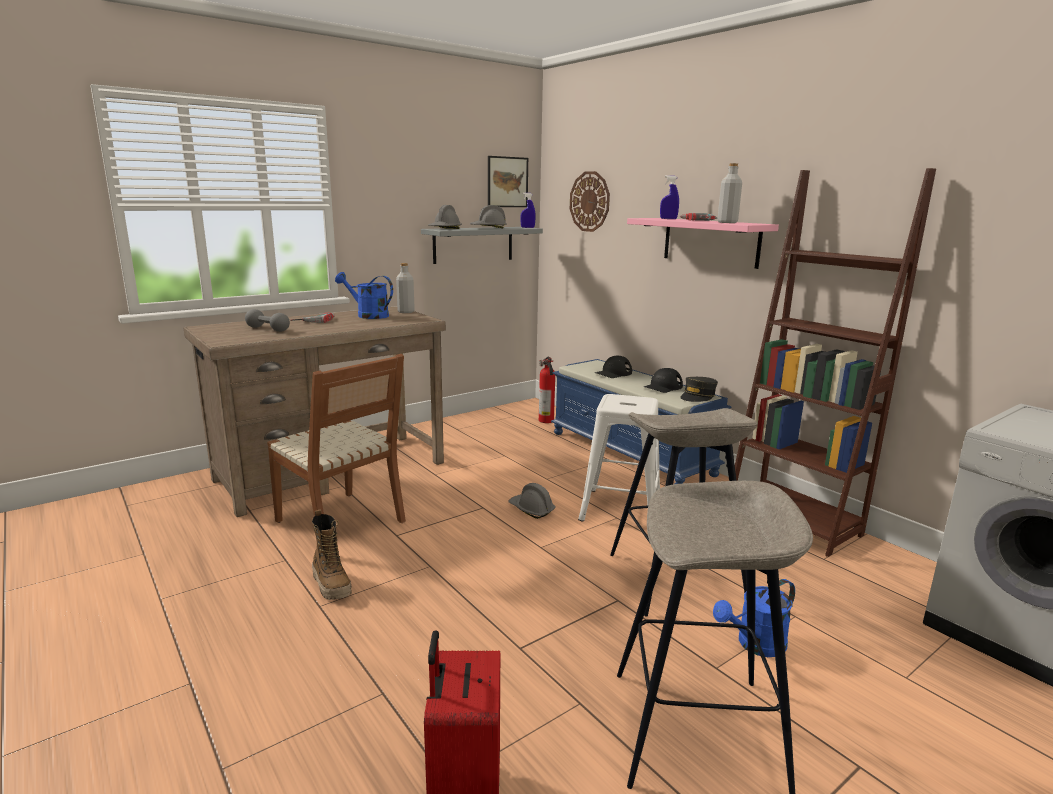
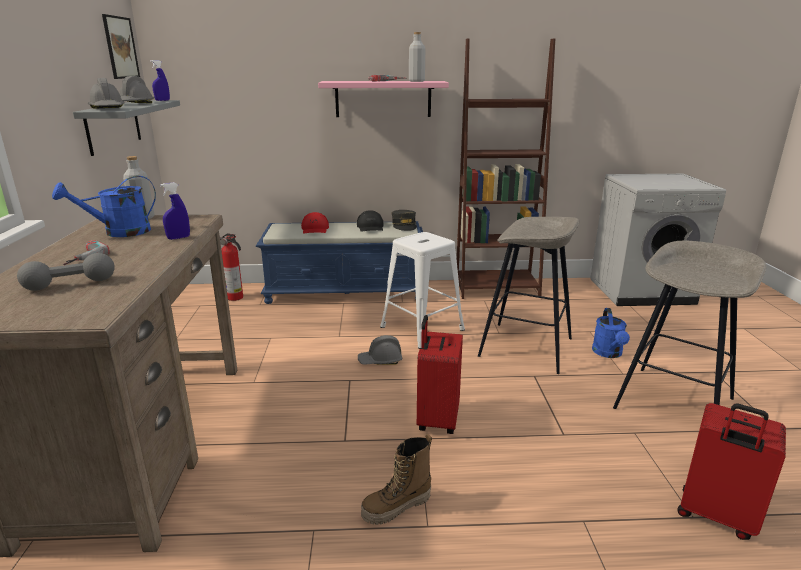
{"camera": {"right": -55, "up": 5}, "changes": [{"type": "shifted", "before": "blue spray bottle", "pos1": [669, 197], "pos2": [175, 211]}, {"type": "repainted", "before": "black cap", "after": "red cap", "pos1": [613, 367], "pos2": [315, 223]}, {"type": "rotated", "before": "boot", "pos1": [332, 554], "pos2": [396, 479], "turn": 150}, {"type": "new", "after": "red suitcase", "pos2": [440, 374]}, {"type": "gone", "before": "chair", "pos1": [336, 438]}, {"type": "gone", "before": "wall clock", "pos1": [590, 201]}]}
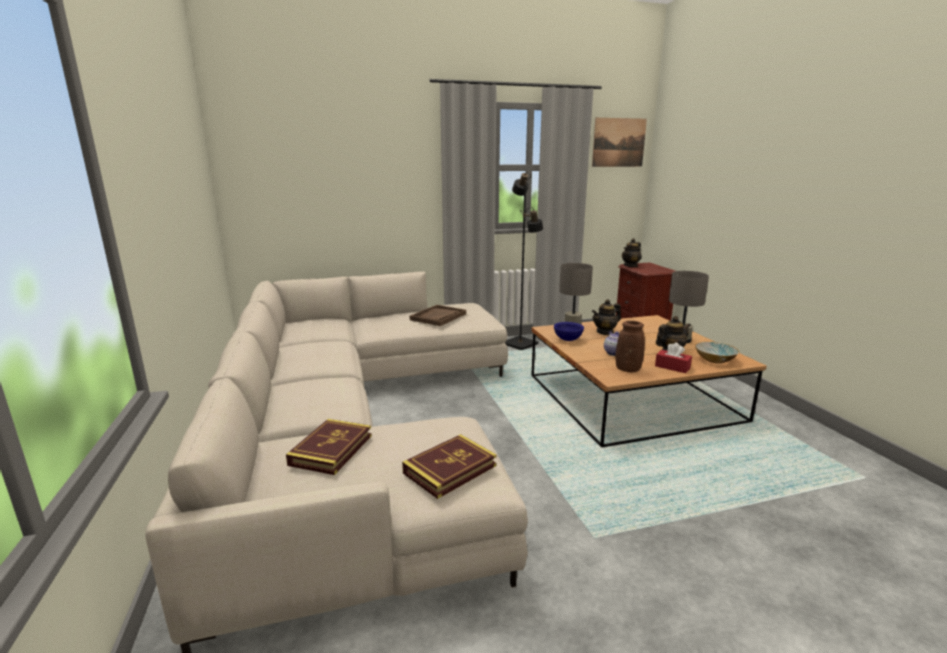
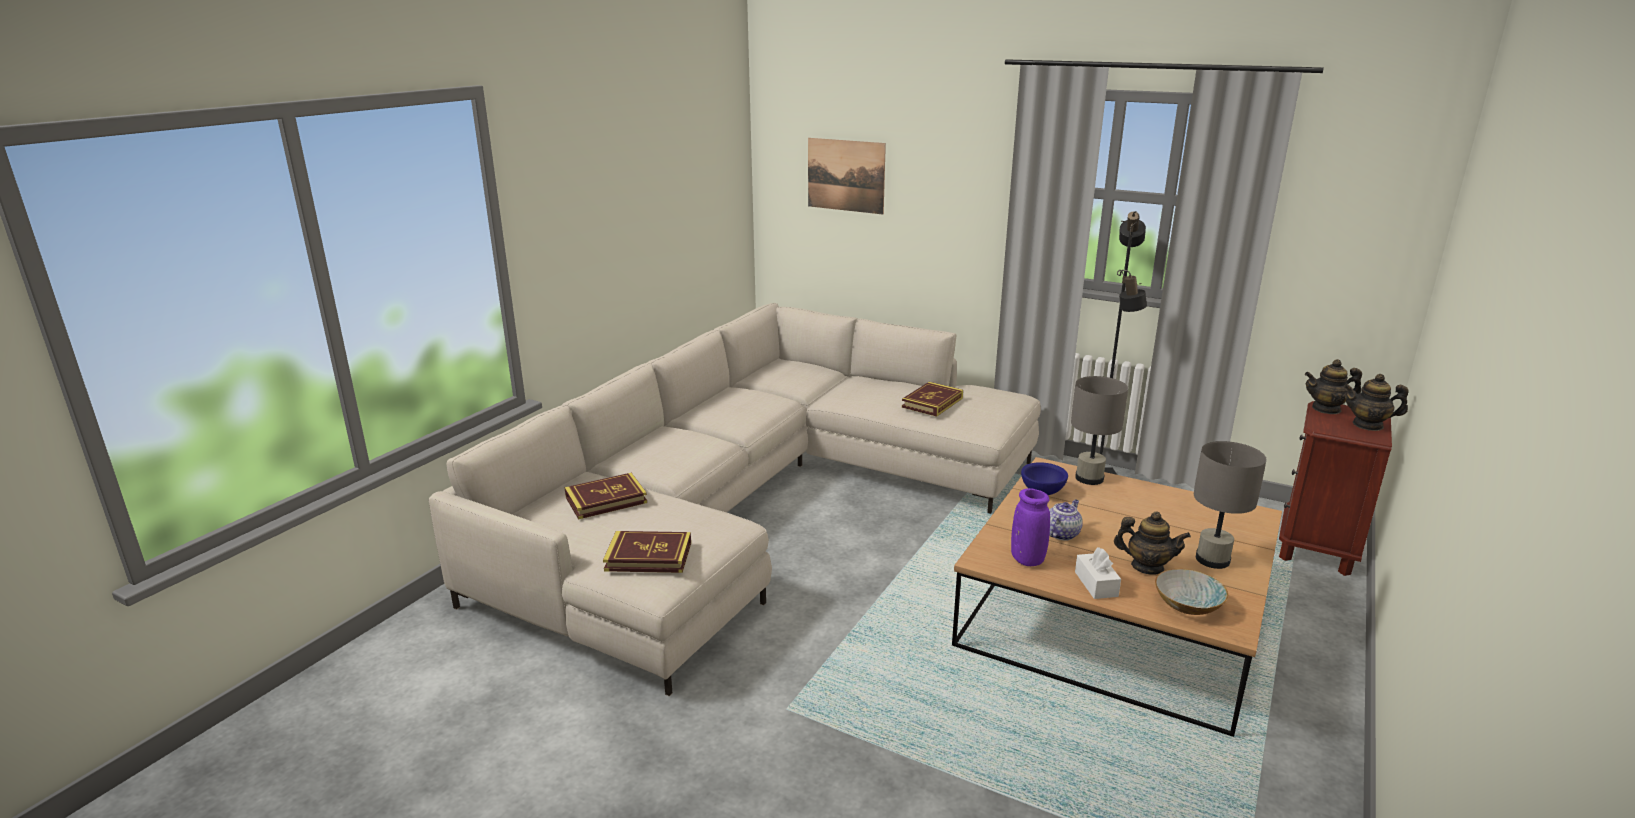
{"camera": {"right": 45, "up": 5}, "changes": [{"type": "shifted", "before": "picture", "pos1": [619, 142], "pos2": [847, 176]}, {"type": "swapped", "before": "brown tray", "after": "book", "pos1": [438, 315], "pos2": [932, 399]}, {"type": "repainted", "before": "brown vase", "after": "purple vase", "pos1": [630, 346], "pos2": [1030, 527]}, {"type": "repainted", "before": "red tissue box", "after": "white tissue box", "pos1": [673, 358], "pos2": [1098, 573]}, {"type": "shifted", "before": "teapot", "pos1": [606, 317], "pos2": [1376, 402]}]}
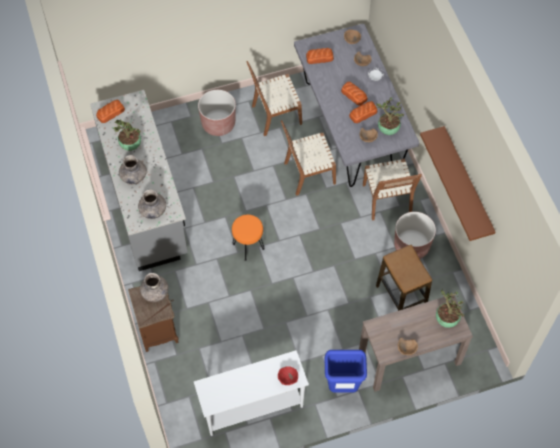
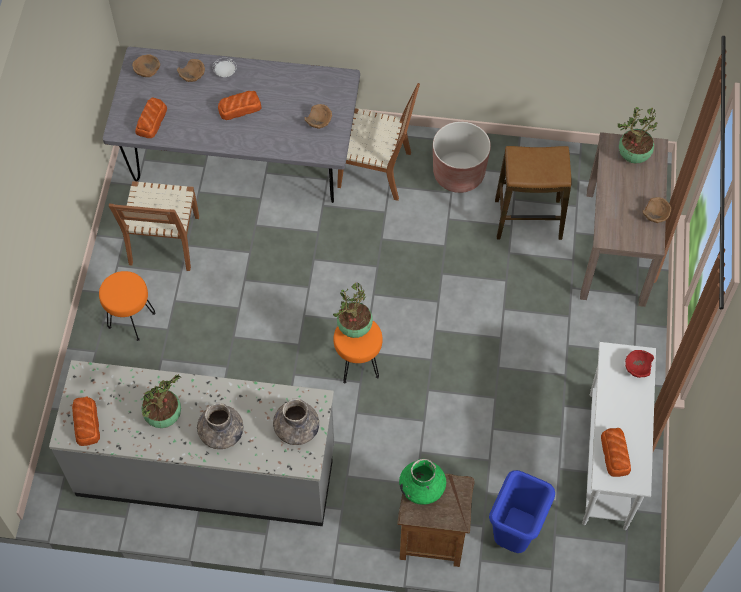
{"camera": {"right": -65, "up": 0}, "changes": [{"type": "swapped", "before": "brown planter", "after": "orange stool", "pos1": [217, 113], "pos2": [127, 306]}, {"type": "shifted", "before": "potted plant", "pos1": [390, 116], "pos2": [352, 310]}, {"type": "repainted", "before": "grey vase", "after": "green vase", "pos1": [154, 287], "pos2": [422, 482]}, {"type": "shifted", "before": "blue trash can", "pos1": [346, 371], "pos2": [522, 511]}, {"type": "shifted", "before": "bread", "pos1": [363, 112], "pos2": [616, 452]}, {"type": "gone", "before": "chair", "pos1": [308, 158]}, {"type": "gone", "before": "brown shelf", "pos1": [457, 183]}]}
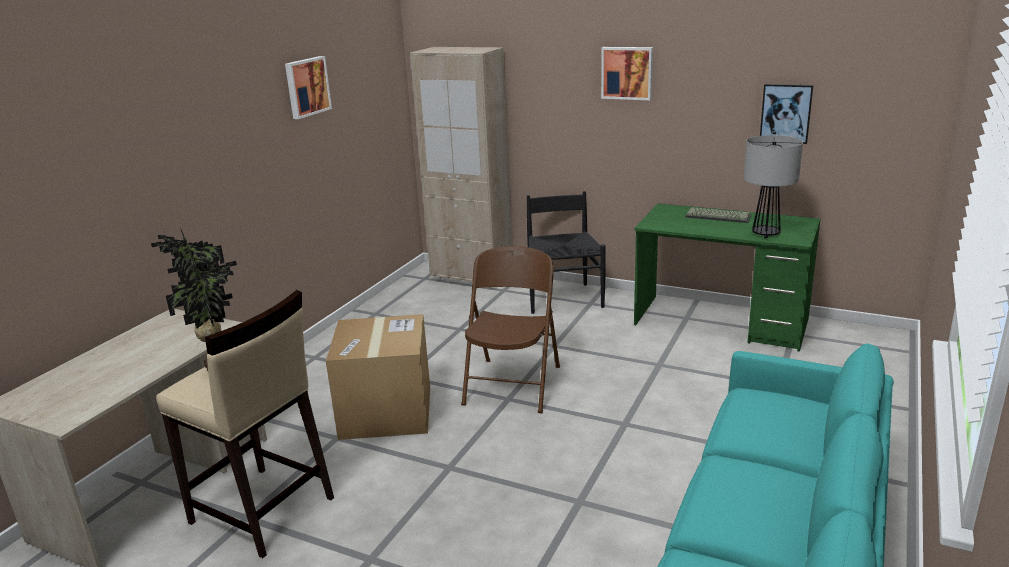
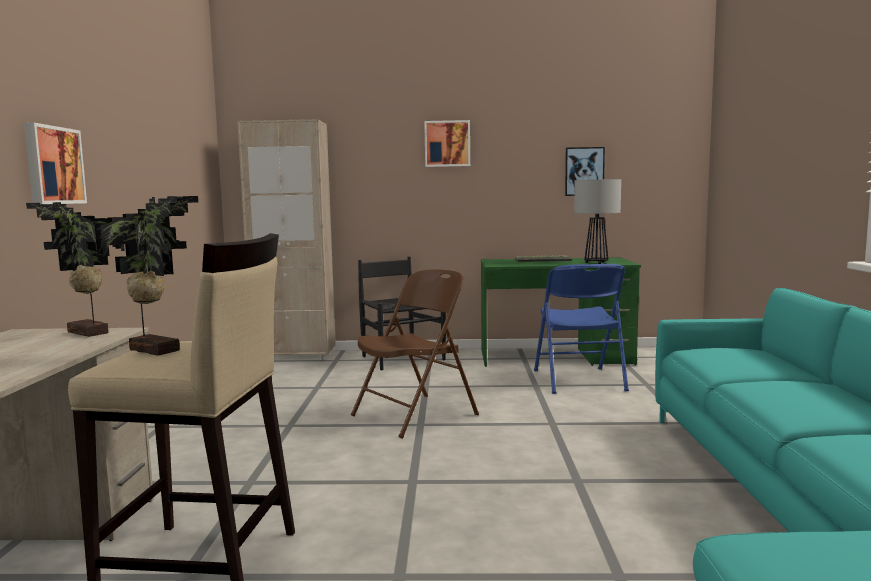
{"camera": {"right": -25, "up": -15}, "changes": [{"type": "shifted", "before": "picture", "pos1": [308, 87], "pos2": [55, 163]}, {"type": "rotated", "before": "brown chair", "pos1": [510, 329], "pos2": [415, 354], "turn": 60}, {"type": "new", "after": "blue chair", "pos2": [581, 329]}, {"type": "gone", "before": "cardboard box", "pos1": [378, 377]}]}
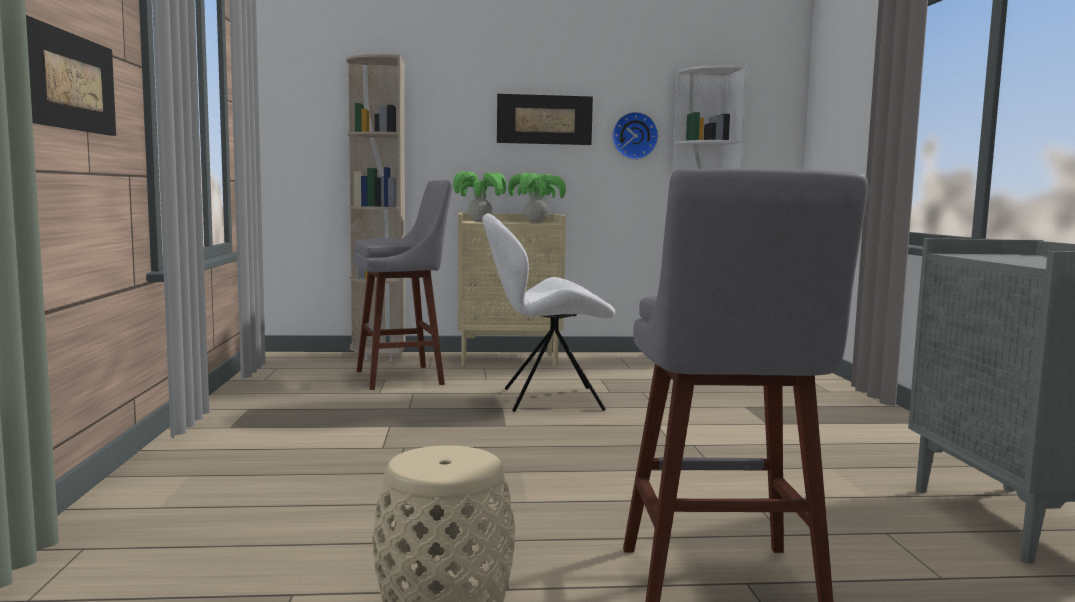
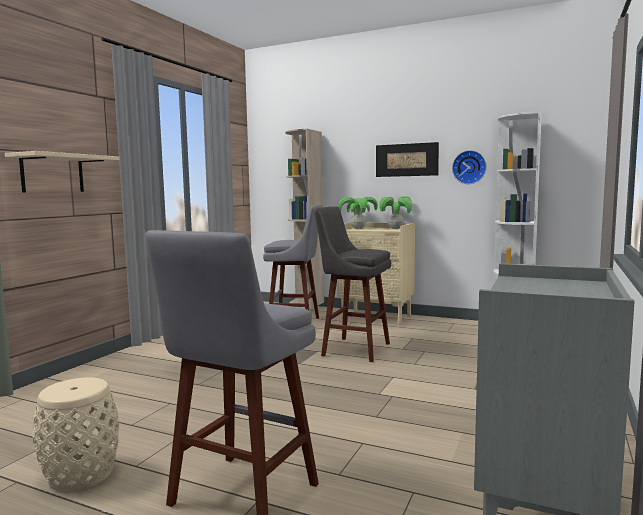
{"camera": {"right": 30, "up": 0}, "changes": [{"type": "swapped", "before": "picture", "after": "beige shelf", "pos1": [71, 75], "pos2": [62, 172]}, {"type": "swapped", "before": "white chair", "after": "grey stool", "pos1": [548, 312], "pos2": [352, 284]}]}
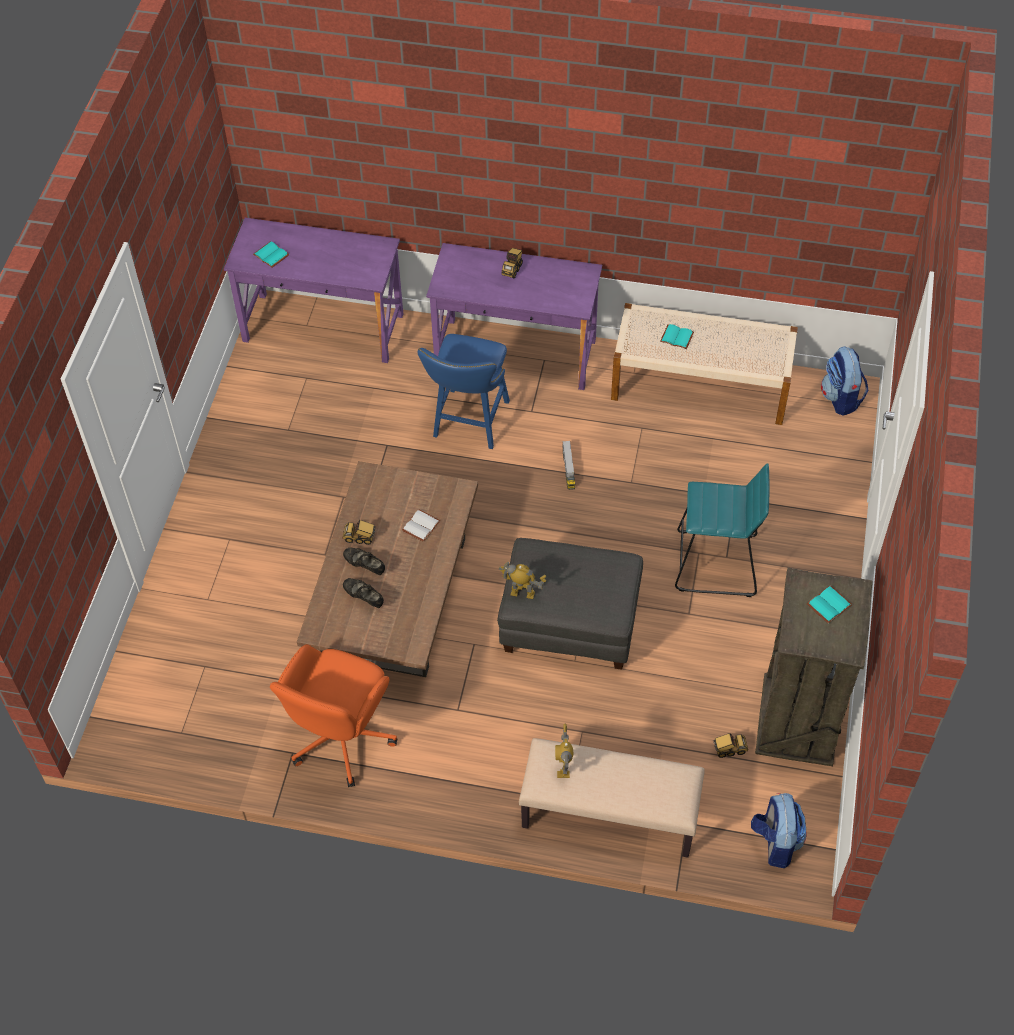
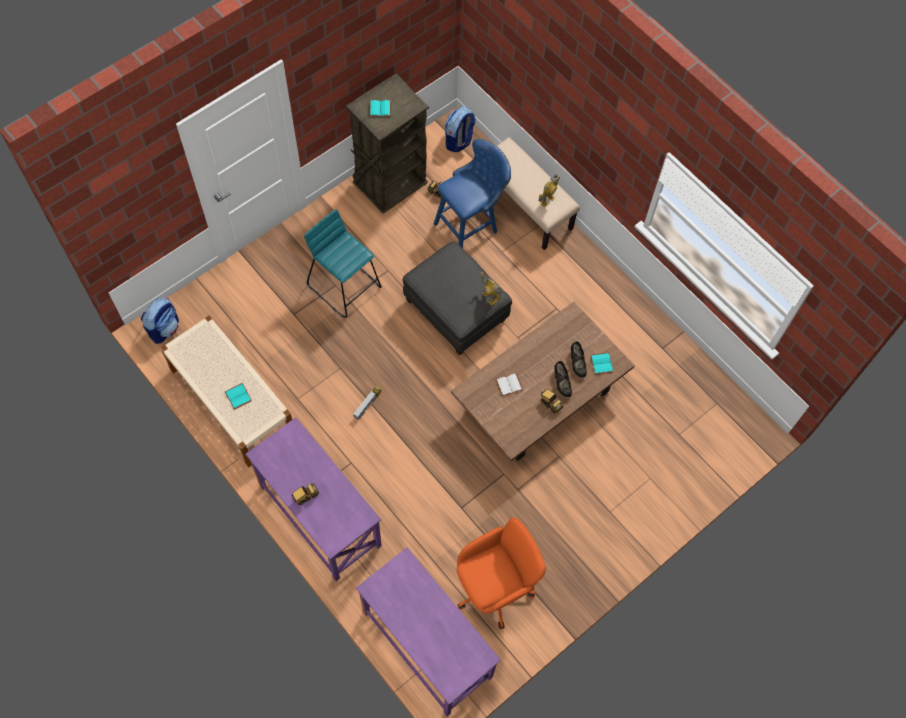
{"camera": {"right": -145, "up": 10}, "changes": [{"type": "shifted", "before": "blue stool", "pos1": [463, 391], "pos2": [472, 193]}, {"type": "shifted", "before": "orange office chair", "pos1": [333, 715], "pos2": [501, 573]}, {"type": "shifted", "before": "turquoise book", "pos1": [271, 254], "pos2": [601, 363]}]}
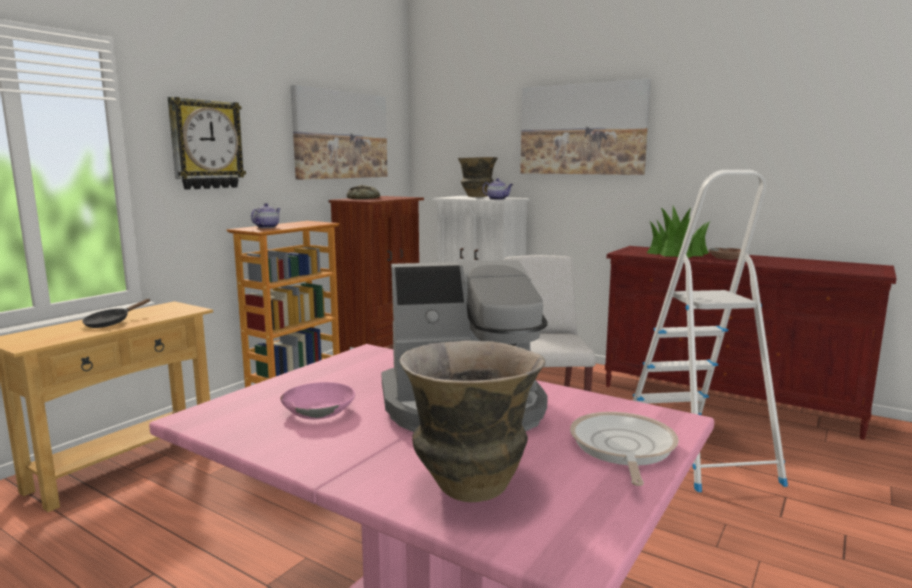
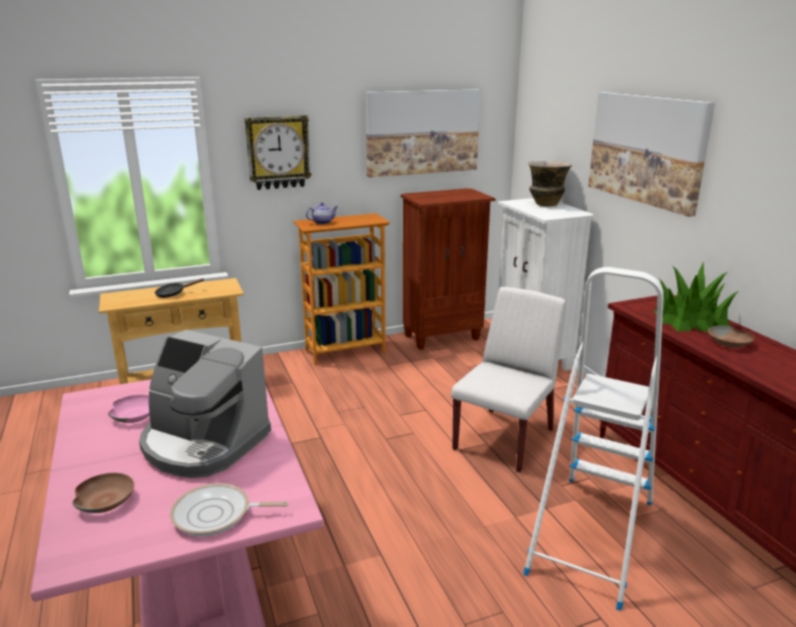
{"camera": {"right": 35, "up": 10}, "changes": [{"type": "swapped", "before": "vase", "after": "brown bowl", "pos1": [472, 421], "pos2": [103, 493]}, {"type": "rotated", "before": "frying pan", "pos1": [624, 449], "pos2": [229, 510], "turn": -135}, {"type": "gone", "before": "bread", "pos1": [363, 192]}, {"type": "gone", "before": "teapot", "pos1": [497, 189]}]}
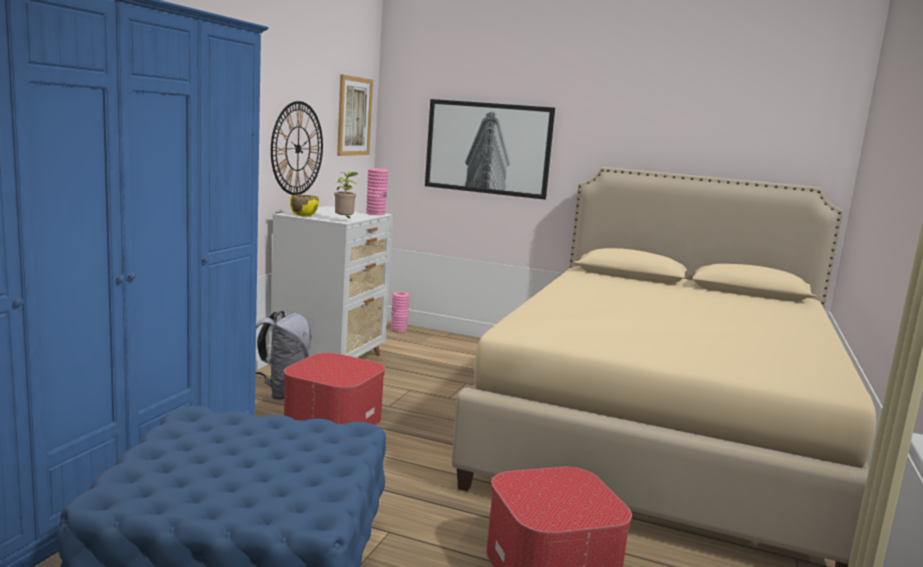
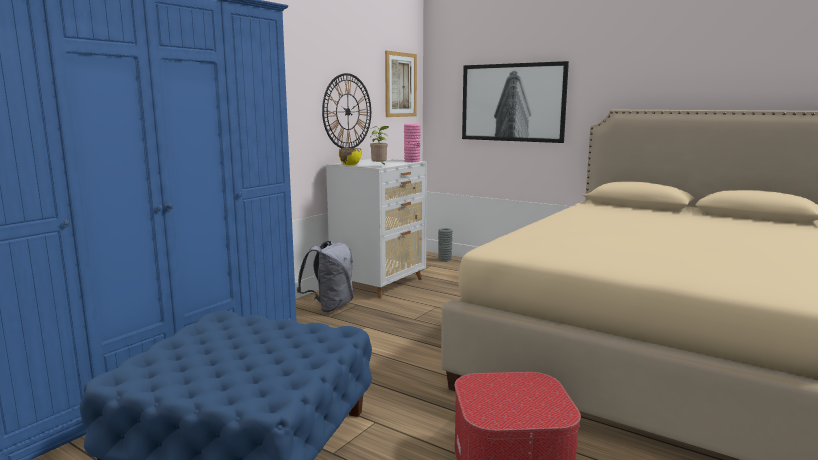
{"camera": {"right": 15, "up": 0}, "changes": [{"type": "repainted", "before": "pink vase", "after": "grey vase", "pos1": [400, 312], "pos2": [445, 245]}, {"type": "gone", "before": "ottoman", "pos1": [334, 389]}]}
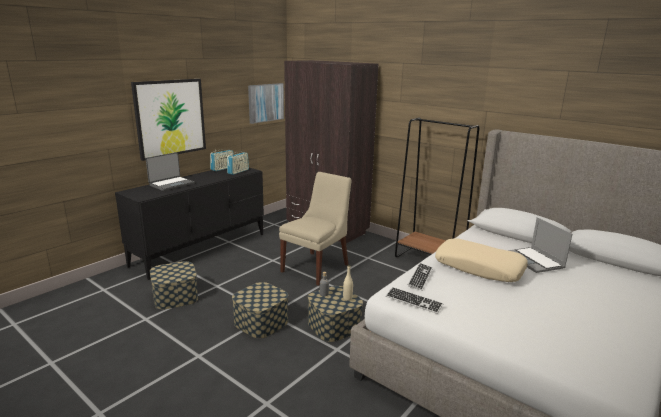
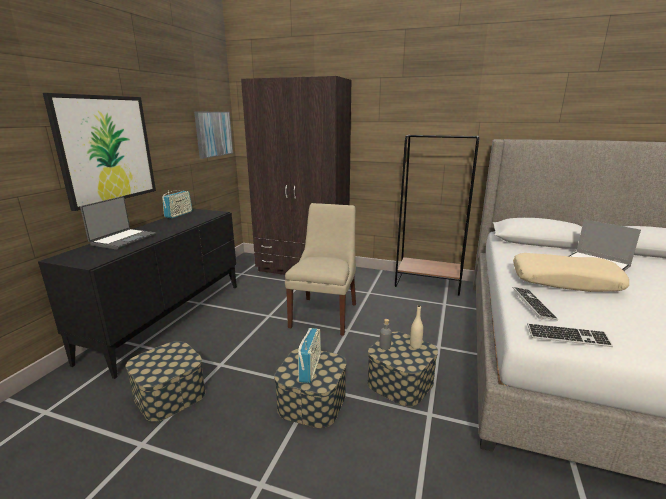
{"camera": {"right": -20, "up": 0}, "changes": [{"type": "shifted", "before": "radio", "pos1": [238, 163], "pos2": [309, 355]}]}
